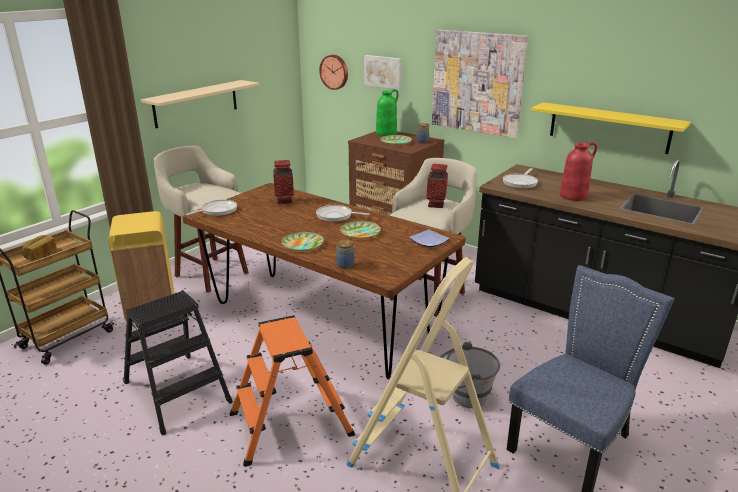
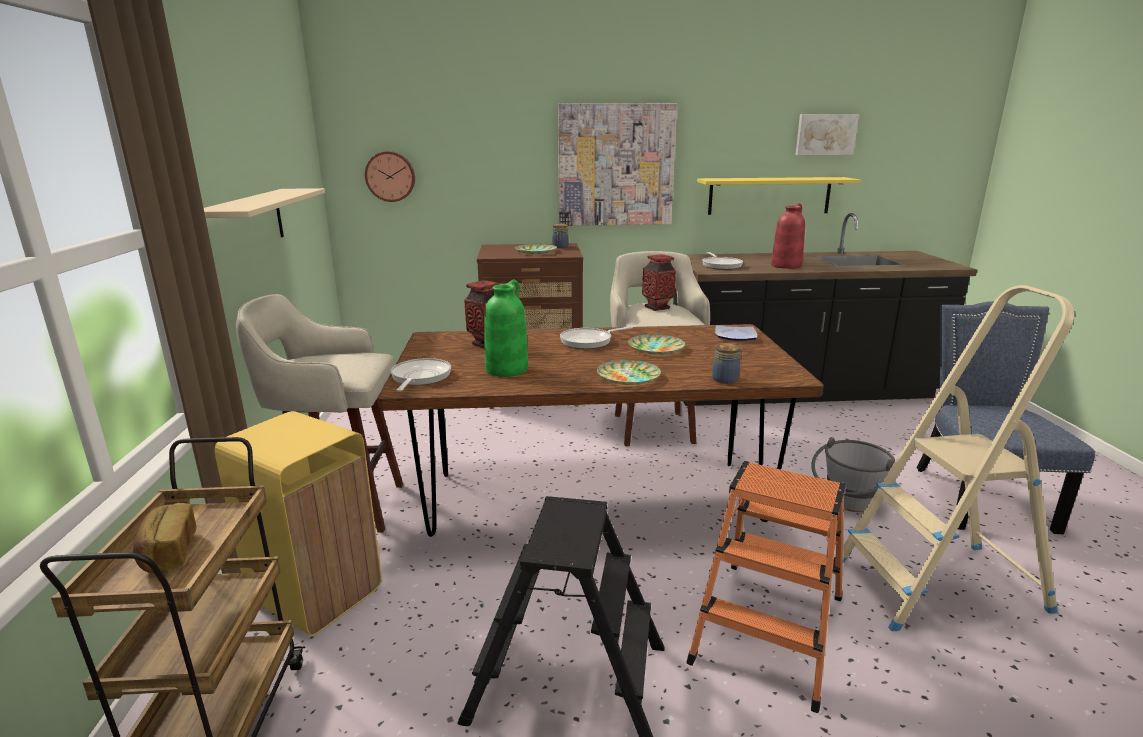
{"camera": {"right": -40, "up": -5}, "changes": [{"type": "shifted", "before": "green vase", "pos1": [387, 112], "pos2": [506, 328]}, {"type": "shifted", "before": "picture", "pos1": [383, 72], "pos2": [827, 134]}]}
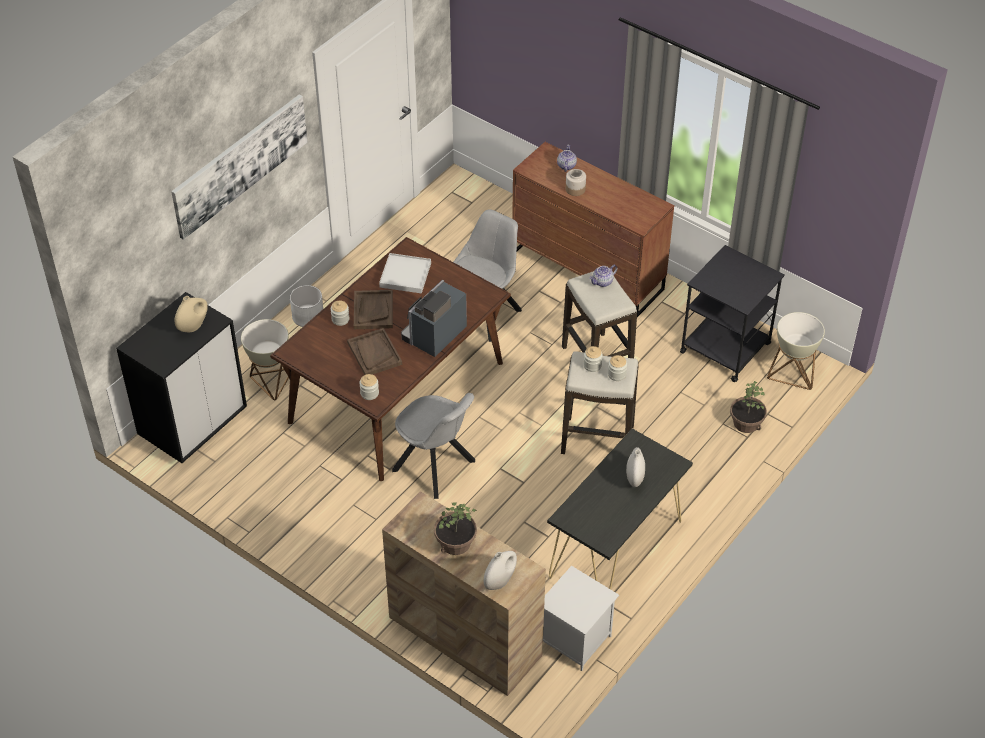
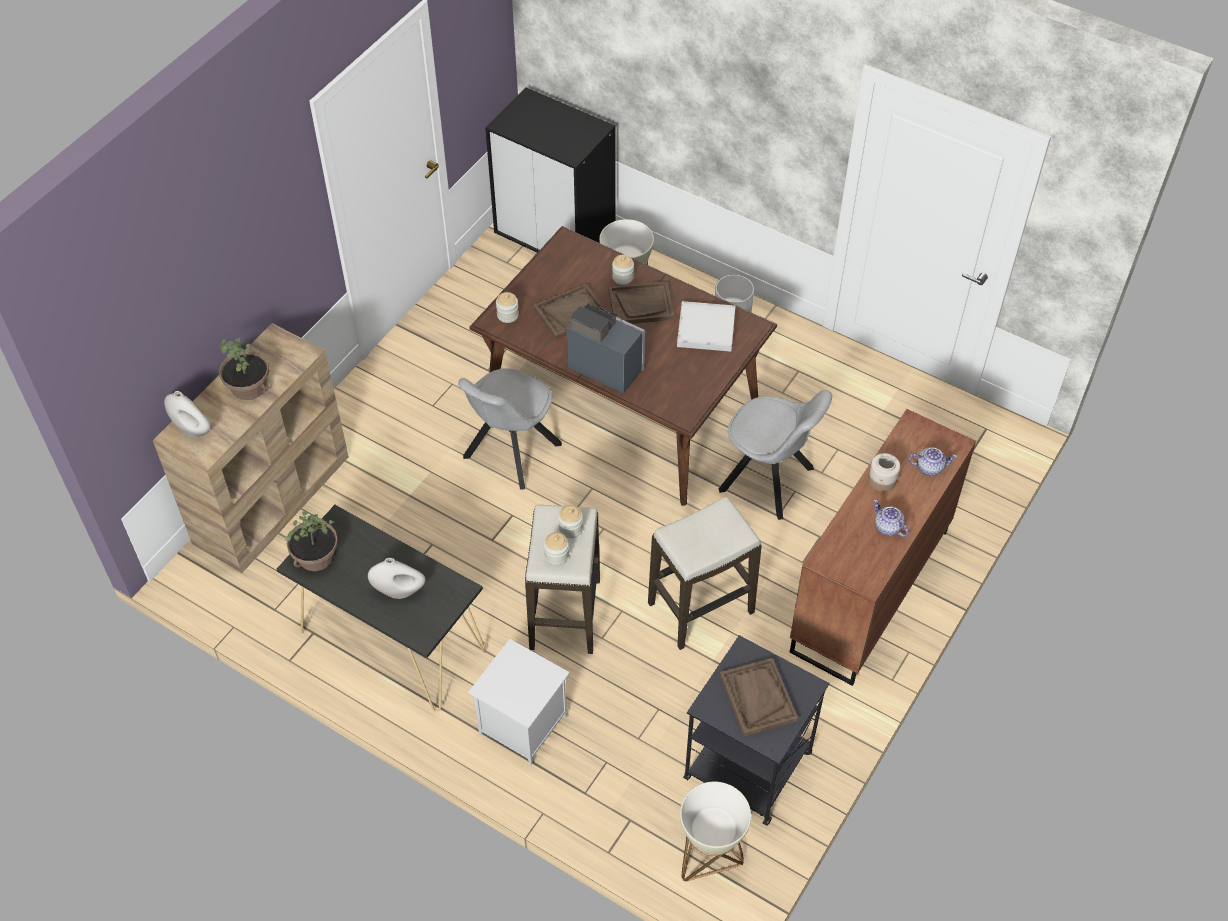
{"camera": {"right": 85, "up": 5}, "changes": [{"type": "shifted", "before": "potted plant", "pos1": [748, 407], "pos2": [311, 541]}, {"type": "shifted", "before": "grey nightstand", "pos1": [581, 618], "pos2": [519, 702]}, {"type": "new", "after": "brown tray", "pos2": [759, 697]}, {"type": "shifted", "before": "teapot", "pos1": [603, 276], "pos2": [891, 518]}, {"type": "gone", "before": "picture", "pos1": [239, 167]}, {"type": "gone", "before": "beige vase", "pos1": [191, 314]}]}
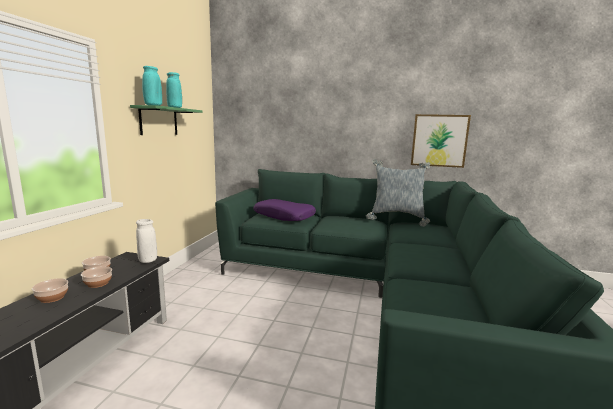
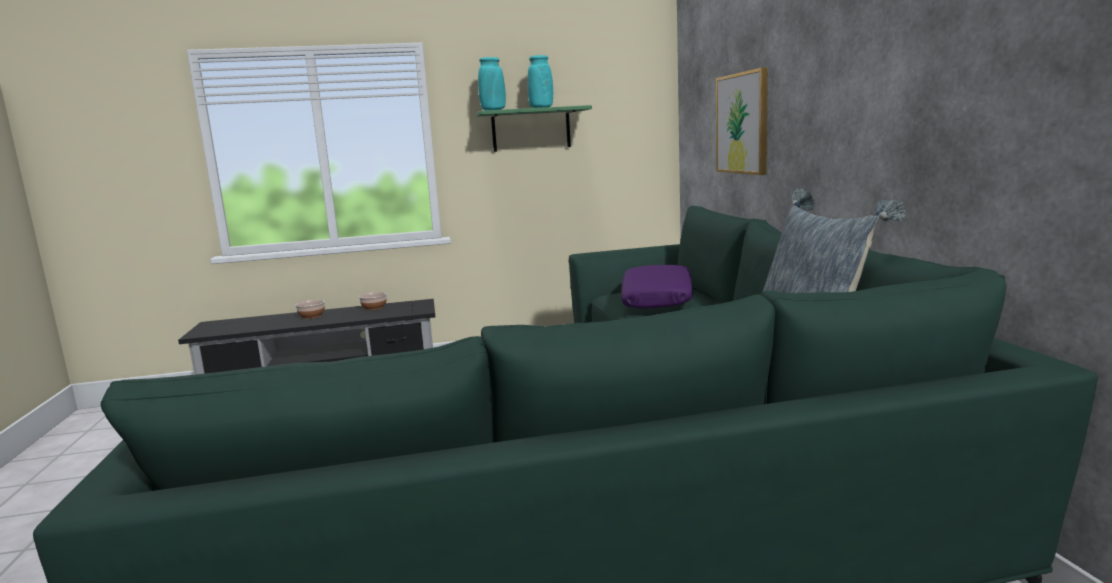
{"camera": {"right": 65, "up": 0}, "changes": [{"type": "shifted", "before": "picture", "pos1": [441, 141], "pos2": [742, 121]}, {"type": "gone", "before": "bowl", "pos1": [96, 277]}, {"type": "gone", "before": "white vase", "pos1": [146, 241]}]}
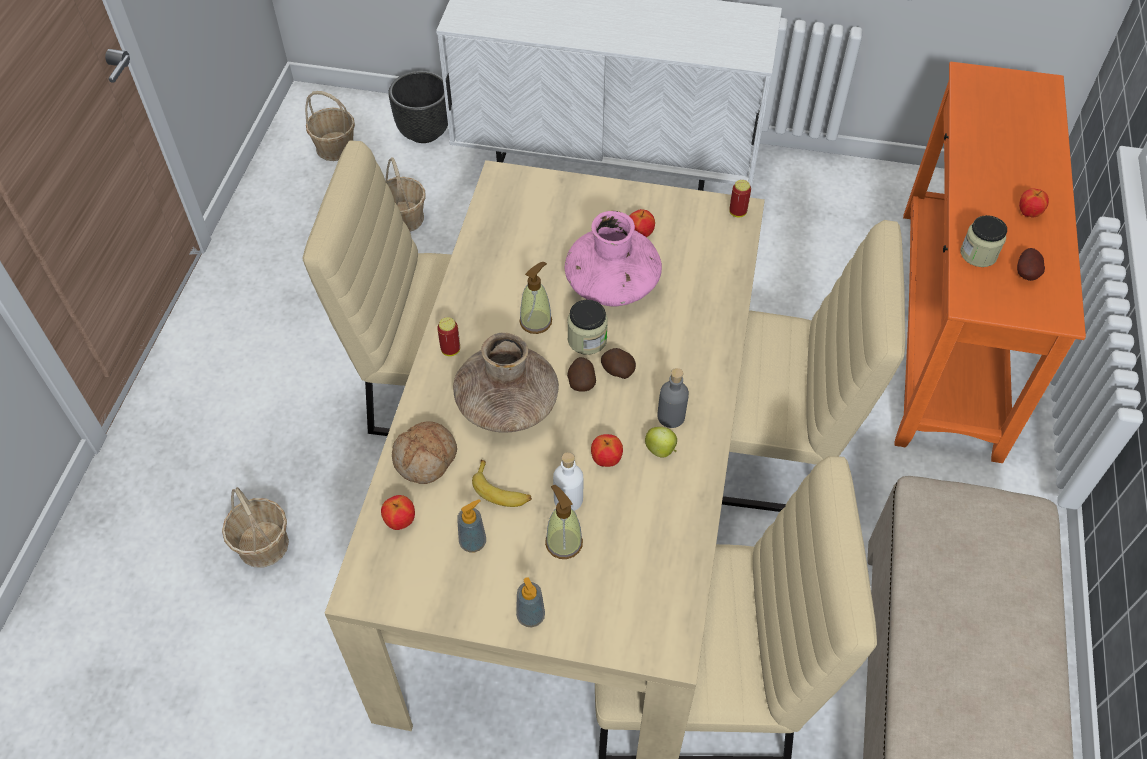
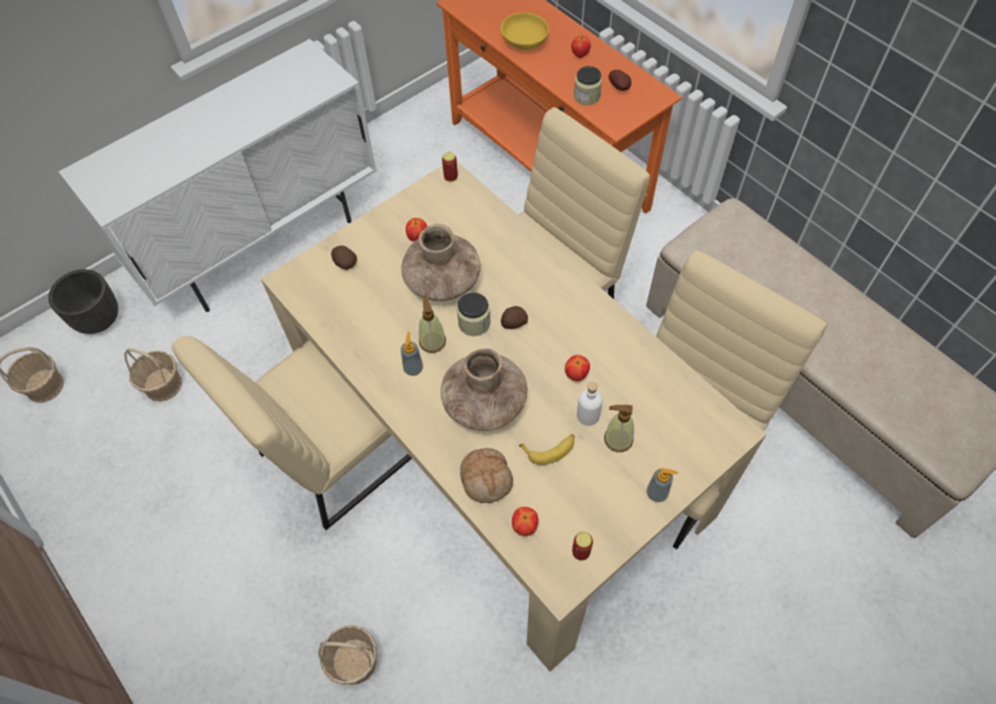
{"camera": {"right": -50, "up": 5}, "changes": [{"type": "shifted", "before": "potato", "pos1": [581, 374], "pos2": [344, 258]}, {"type": "repainted", "before": "pink vase", "after": "brown vase", "pos1": [613, 259], "pos2": [441, 262]}, {"type": "shifted", "before": "soap dispenser", "pos1": [471, 526], "pos2": [412, 354]}, {"type": "new", "after": "yellow bowl", "pos2": [524, 31]}, {"type": "shifted", "before": "can", "pos1": [448, 336], "pos2": [582, 546]}, {"type": "gone", "before": "apple", "pos1": [661, 442]}, {"type": "gone", "before": "grey bottle", "pos1": [673, 398]}]}
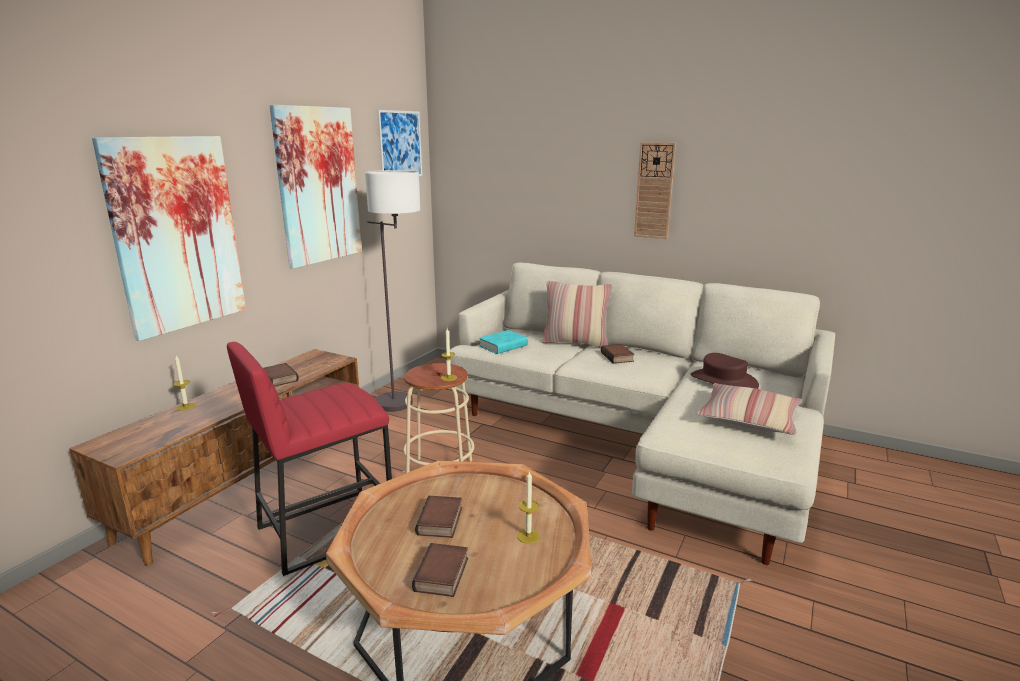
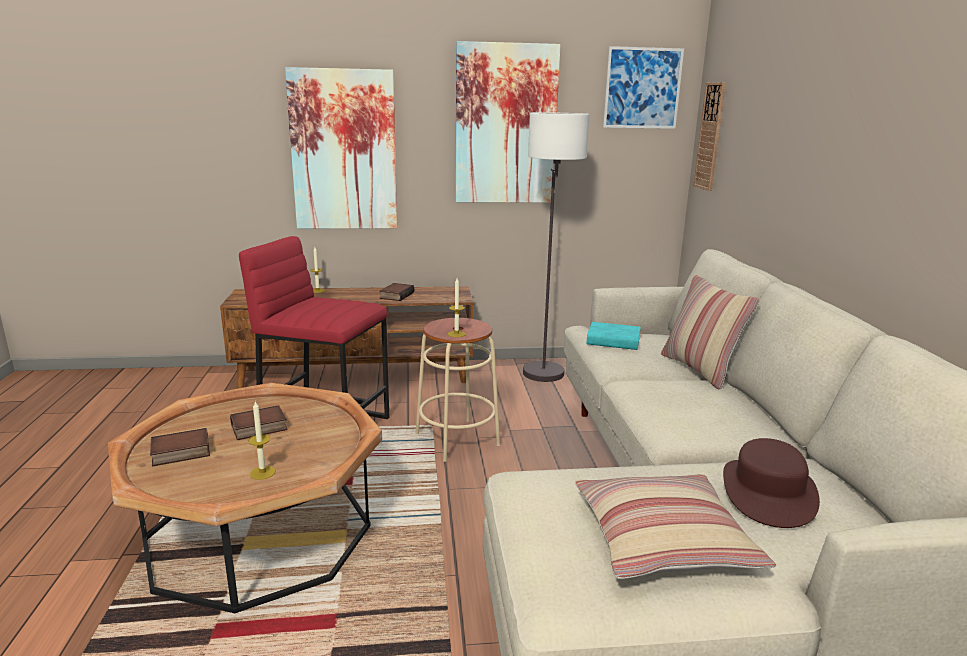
{"camera": {"right": 55, "up": 0}, "changes": [{"type": "shifted", "before": "wall clock", "pos1": [655, 190], "pos2": [709, 136]}, {"type": "gone", "before": "book", "pos1": [617, 354]}]}
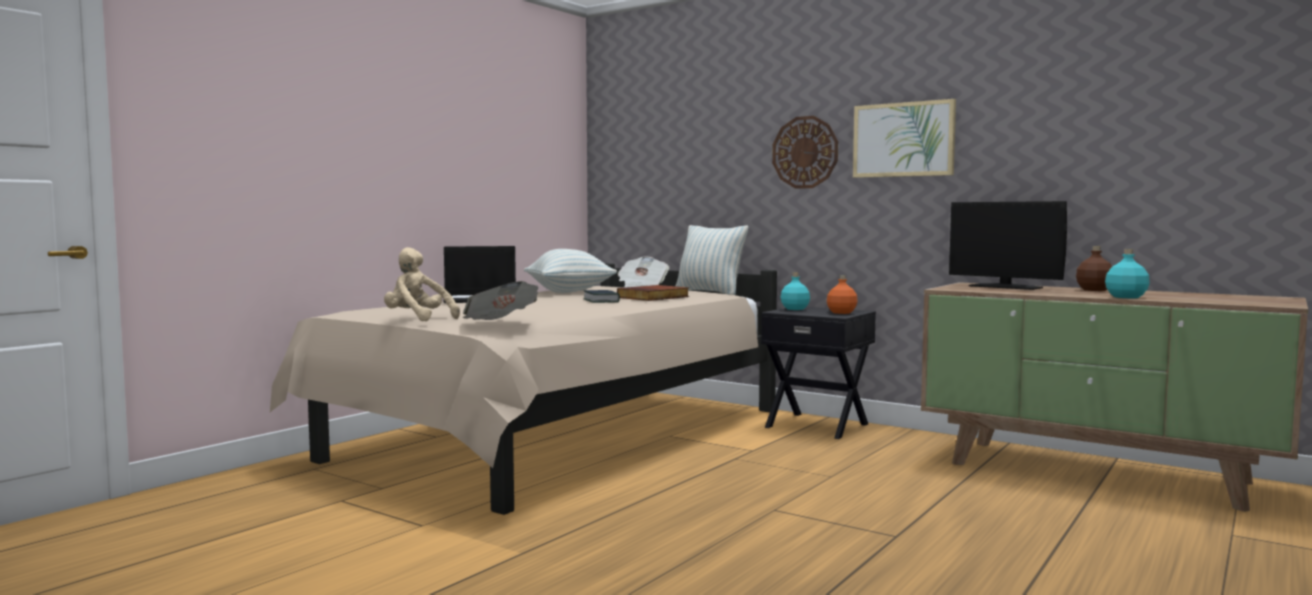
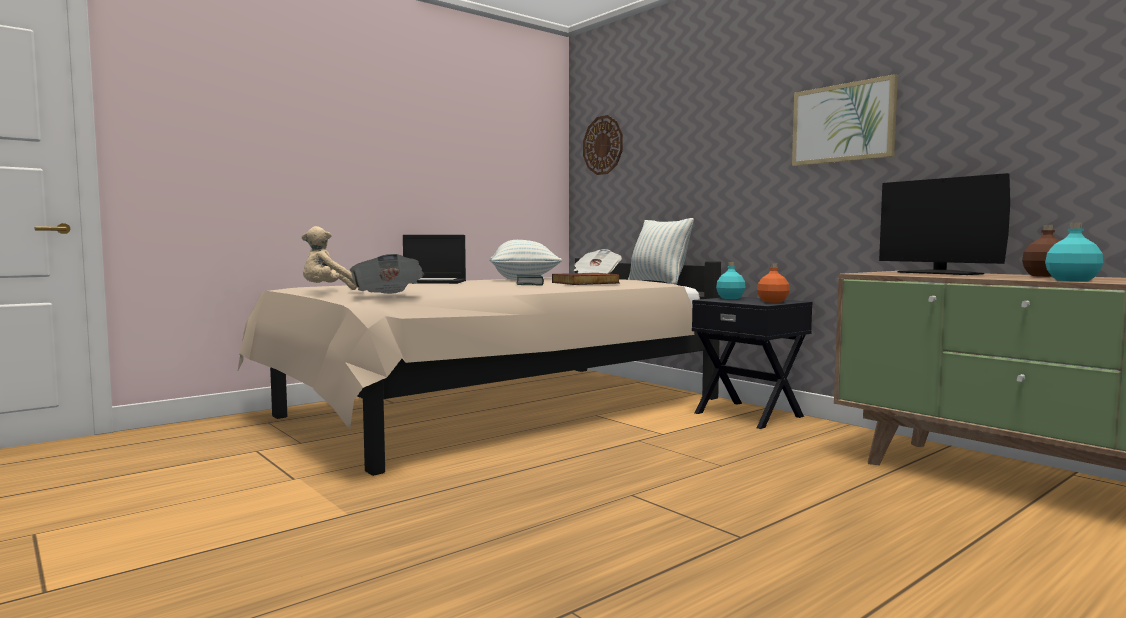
{"camera": {"right": 15, "up": 0}, "changes": [{"type": "rotated", "before": "beige plush toy", "pos1": [422, 284], "pos2": [331, 258], "turn": -75}, {"type": "shifted", "before": "wall clock", "pos1": [805, 152], "pos2": [603, 145]}]}
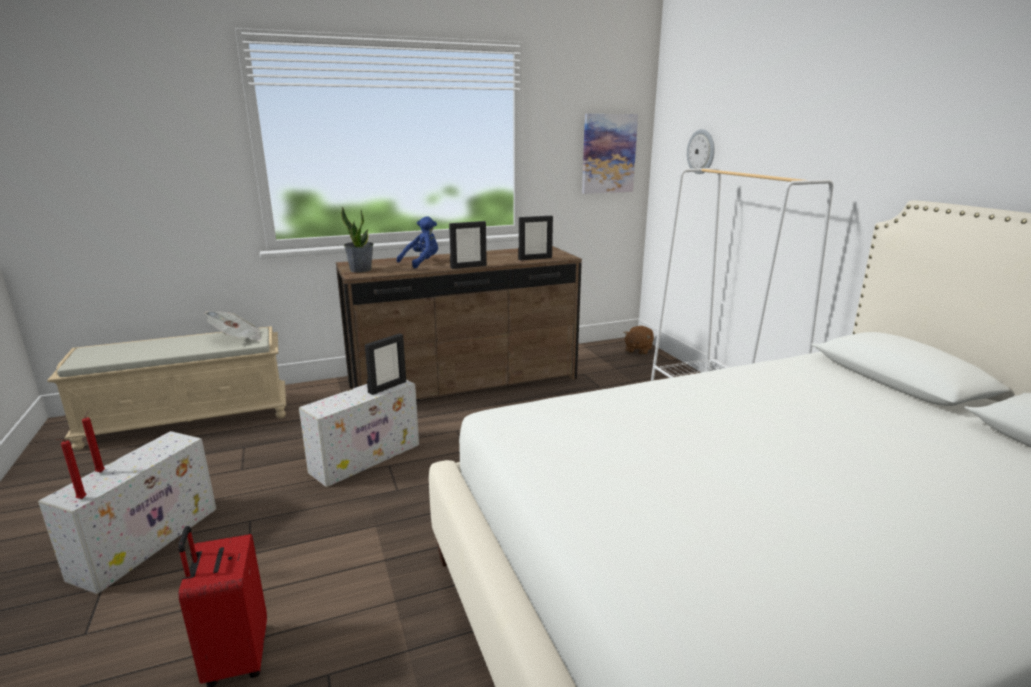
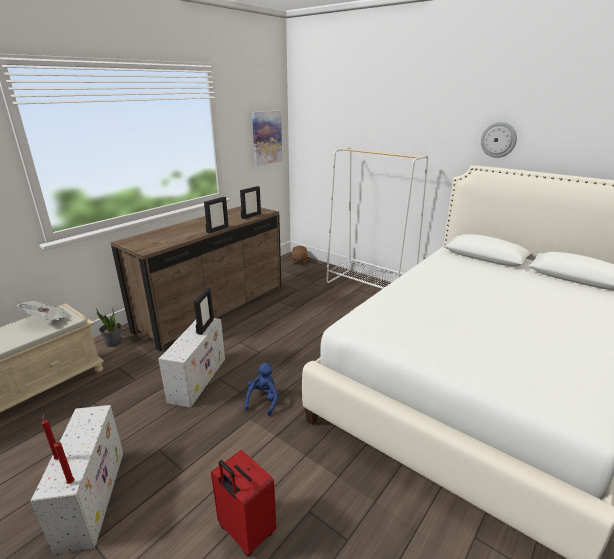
{"camera": {"right": -30, "up": 5}, "changes": [{"type": "shifted", "before": "potted plant", "pos1": [357, 240], "pos2": [109, 327]}, {"type": "shifted", "before": "blue plush toy", "pos1": [417, 242], "pos2": [261, 389]}, {"type": "shifted", "before": "wall clock", "pos1": [700, 151], "pos2": [499, 140]}]}
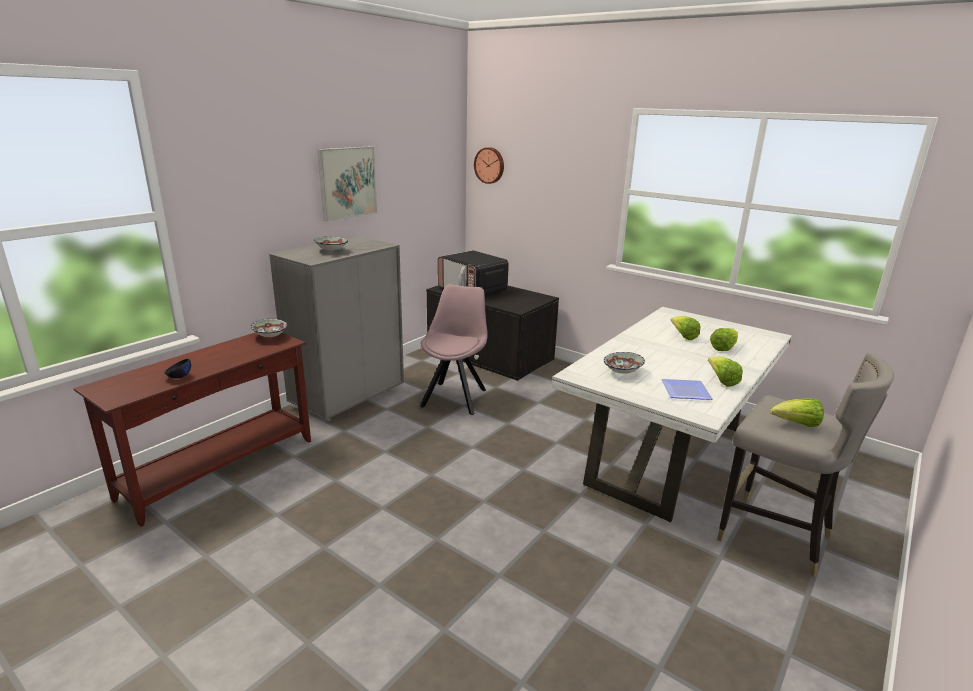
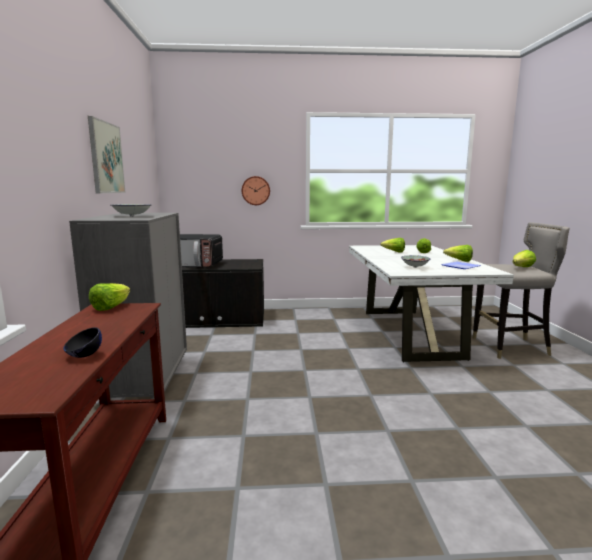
{"camera": {"right": -40, "up": -10}, "changes": [{"type": "swapped", "before": "bowl", "after": "lettuce", "pos1": [269, 328], "pos2": [109, 297]}, {"type": "shifted", "before": "wall clock", "pos1": [489, 165], "pos2": [256, 190]}, {"type": "gone", "before": "pink chair", "pos1": [454, 349]}]}
